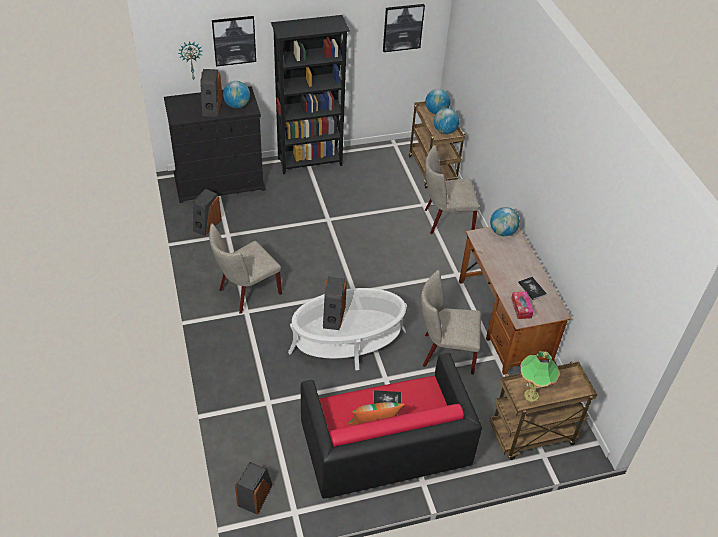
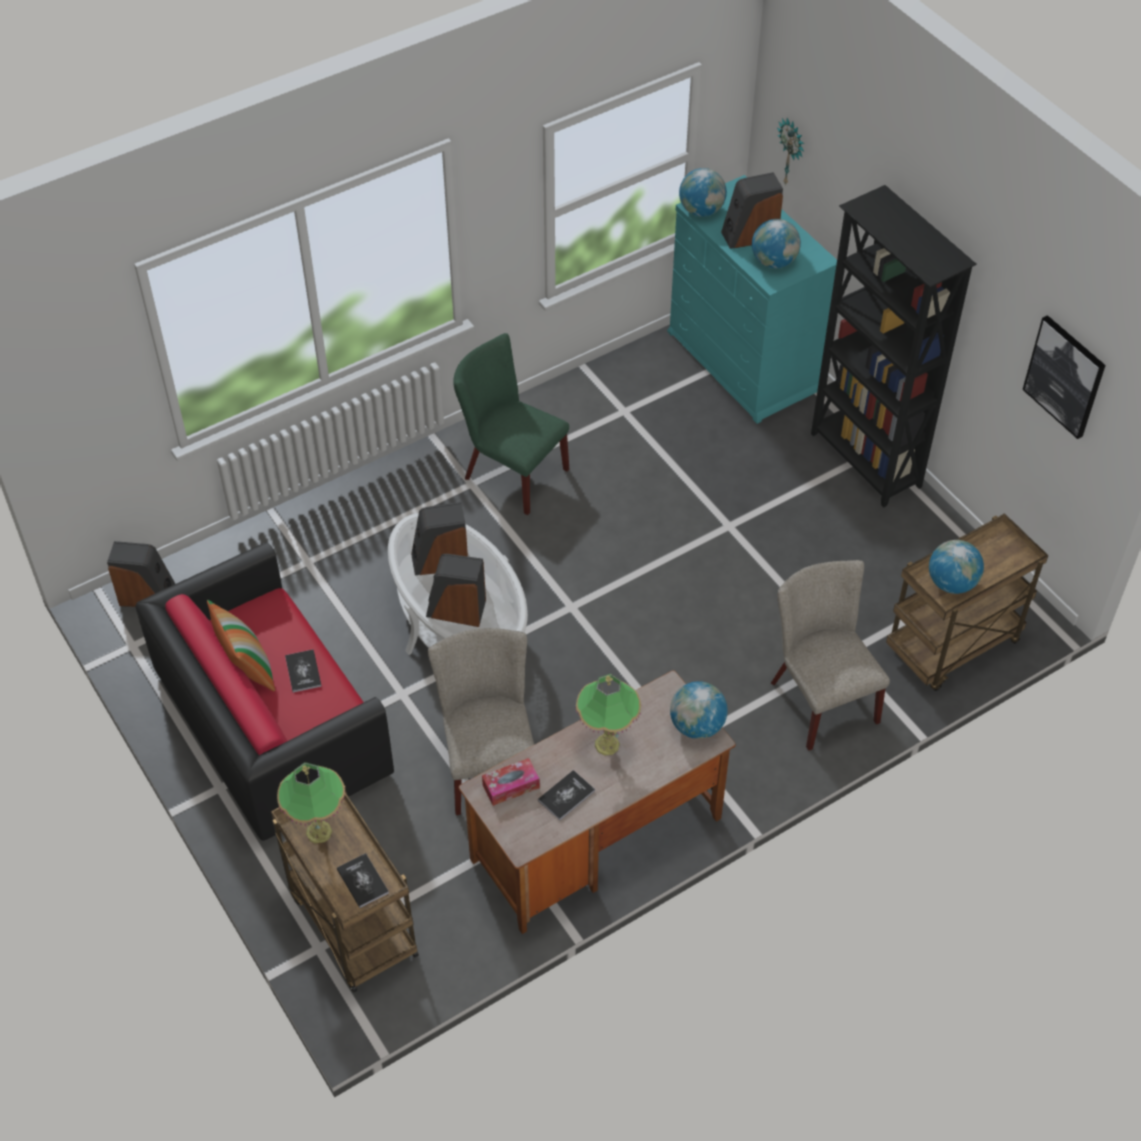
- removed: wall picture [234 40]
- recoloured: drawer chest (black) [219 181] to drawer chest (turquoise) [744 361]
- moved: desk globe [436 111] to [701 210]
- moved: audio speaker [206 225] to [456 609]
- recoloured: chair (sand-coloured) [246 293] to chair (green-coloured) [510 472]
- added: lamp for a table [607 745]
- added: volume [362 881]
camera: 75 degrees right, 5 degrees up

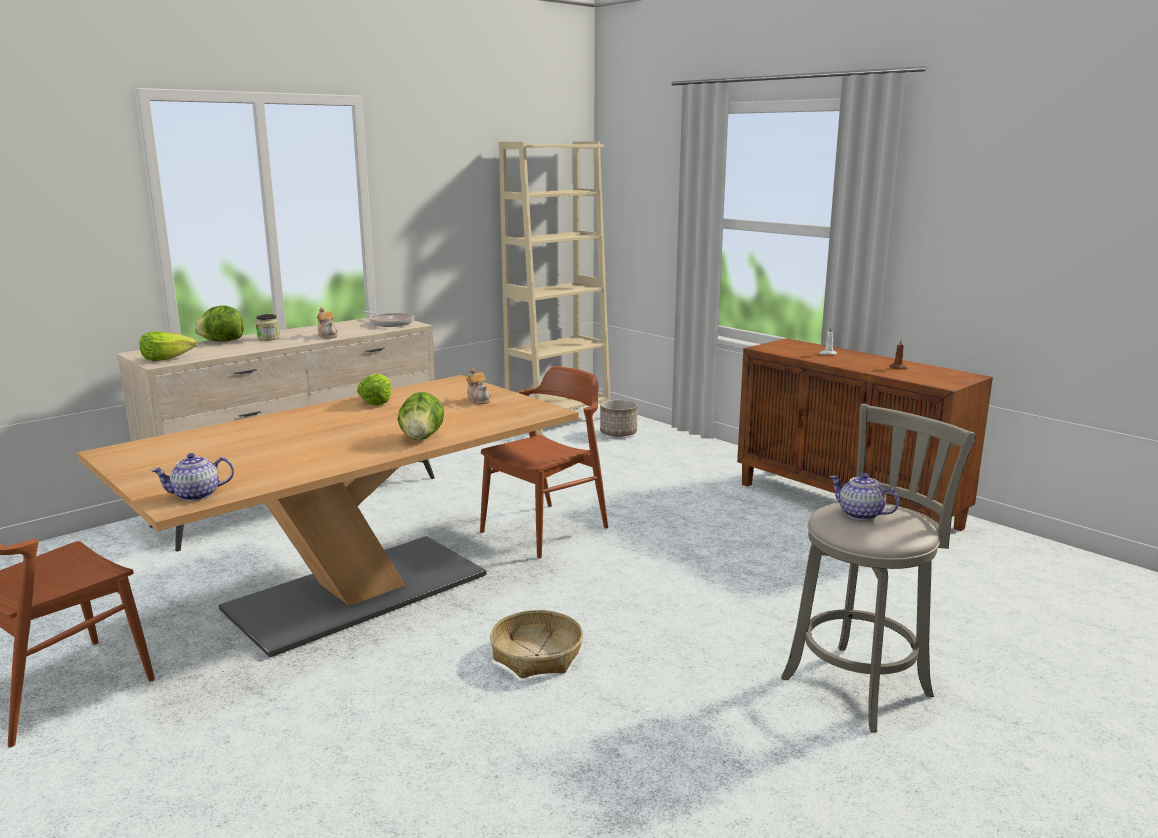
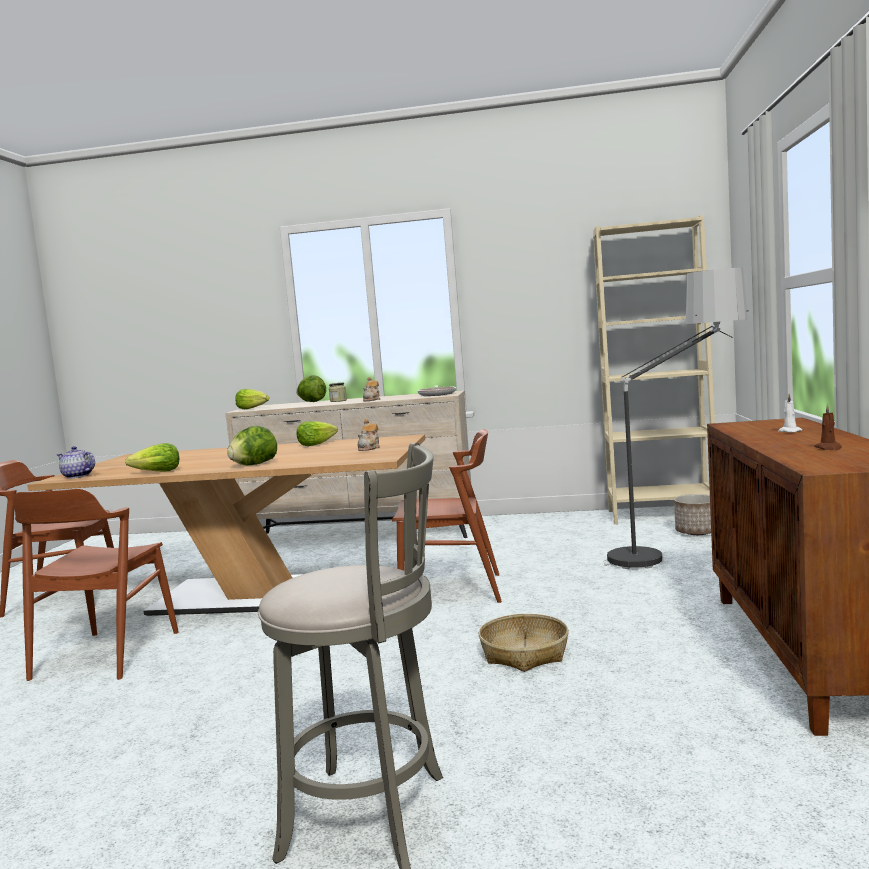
- removed: tea pot [860 514]
- moved: household basket [536 655] to [524 654]
- added: floor lamp [677 557]
- added: lettuce [157 472]
- added: chair (brown) [106 655]
camera: 50 degrees right, 10 degrees down

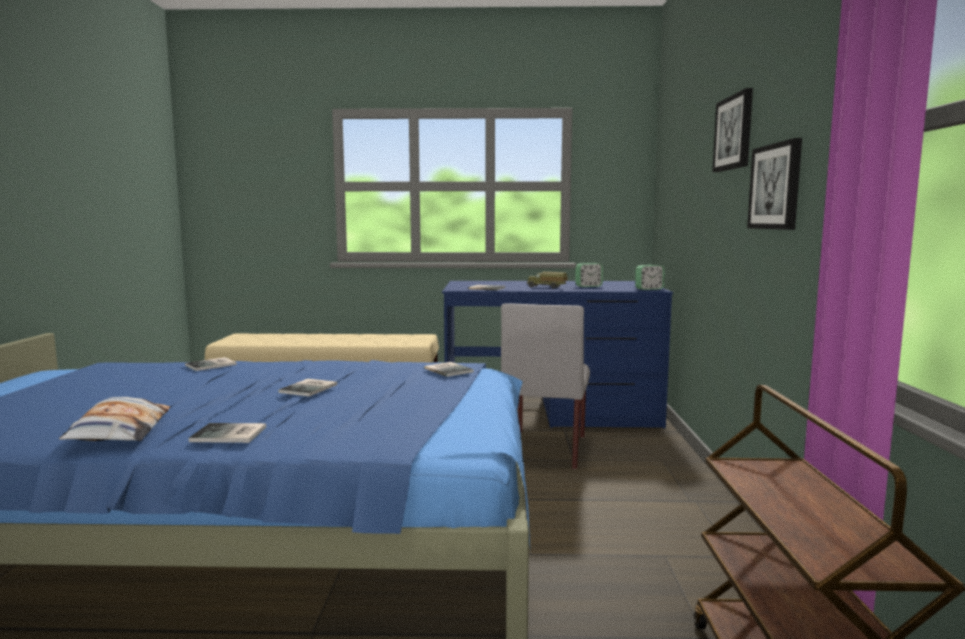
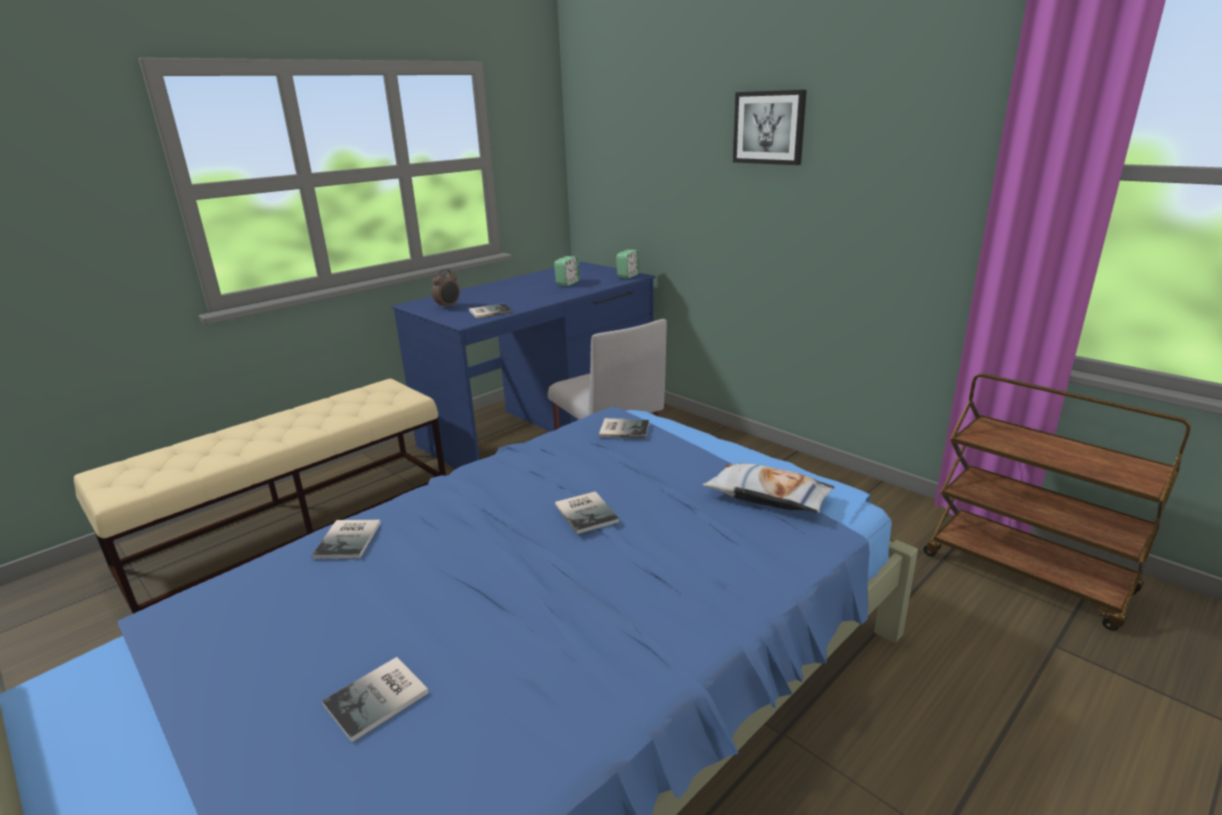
- removed: wall picture [776 186]
- removed: model truck [546 287]
- moved: pillow [119 431] to [768 496]
- moved: volume [229 435] to [379 698]
- added: table clock [448 307]
camera: 45 degrees left, 15 degrees up

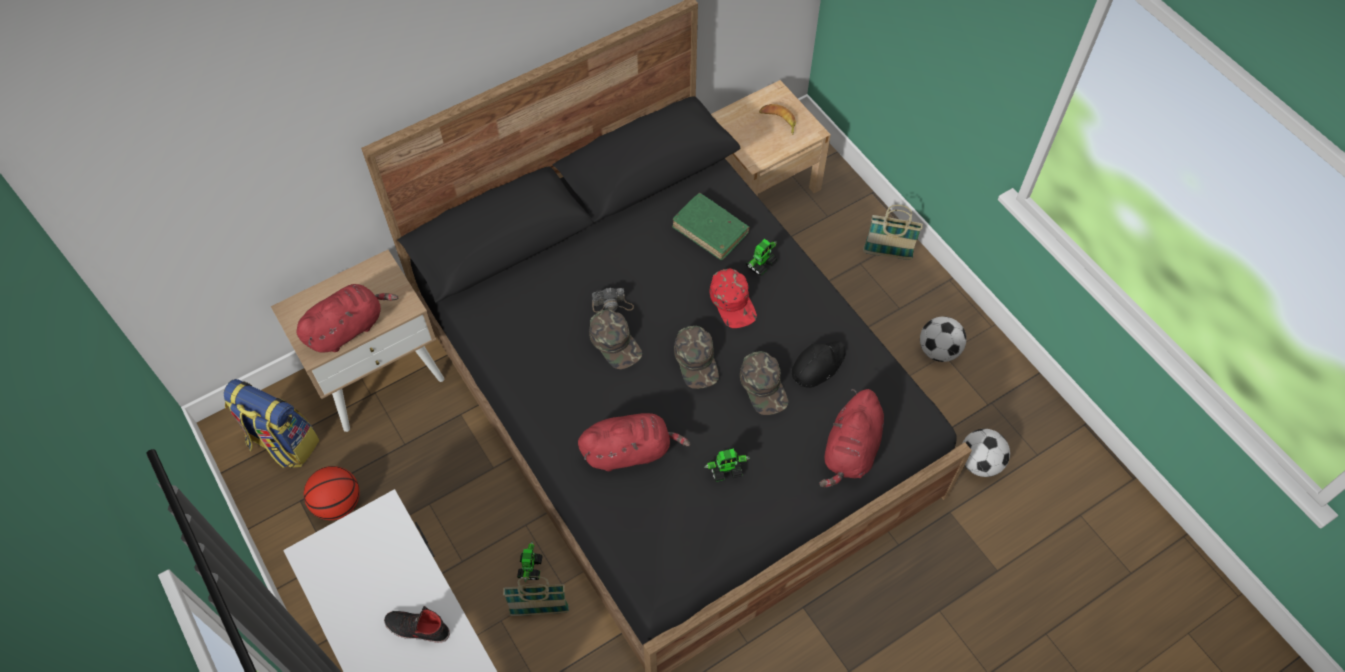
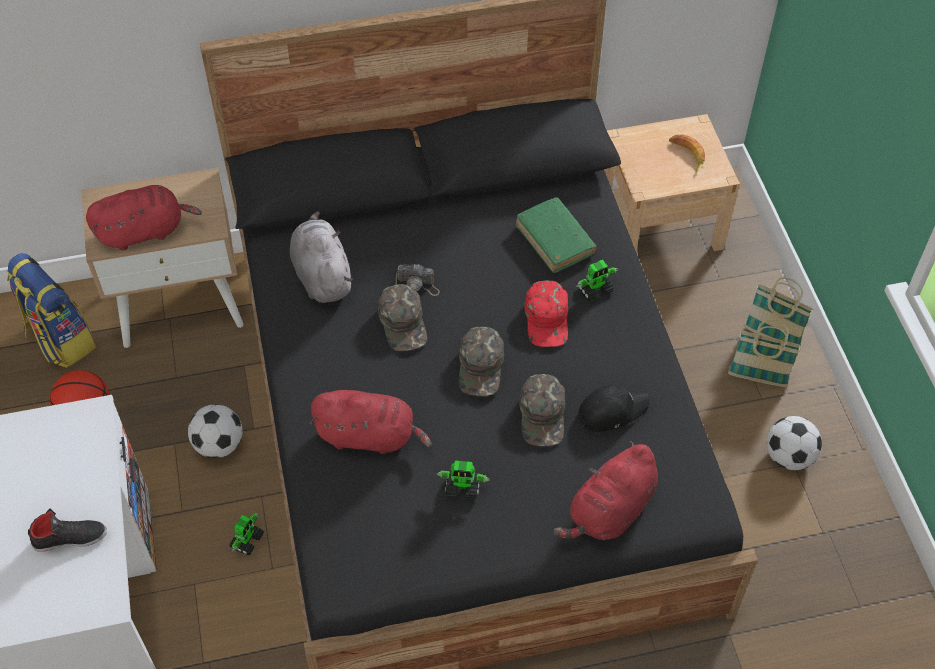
- moved: football [979 462] to [219 445]
- moved: household basket [539 611] to [757 379]
- turned: item of footwear (black) [417 629] = [70 537] 135 degrees clockwise
- added: cuddly toy (greyish) [321 275]
camera: 20 degrees right, 5 degrees down

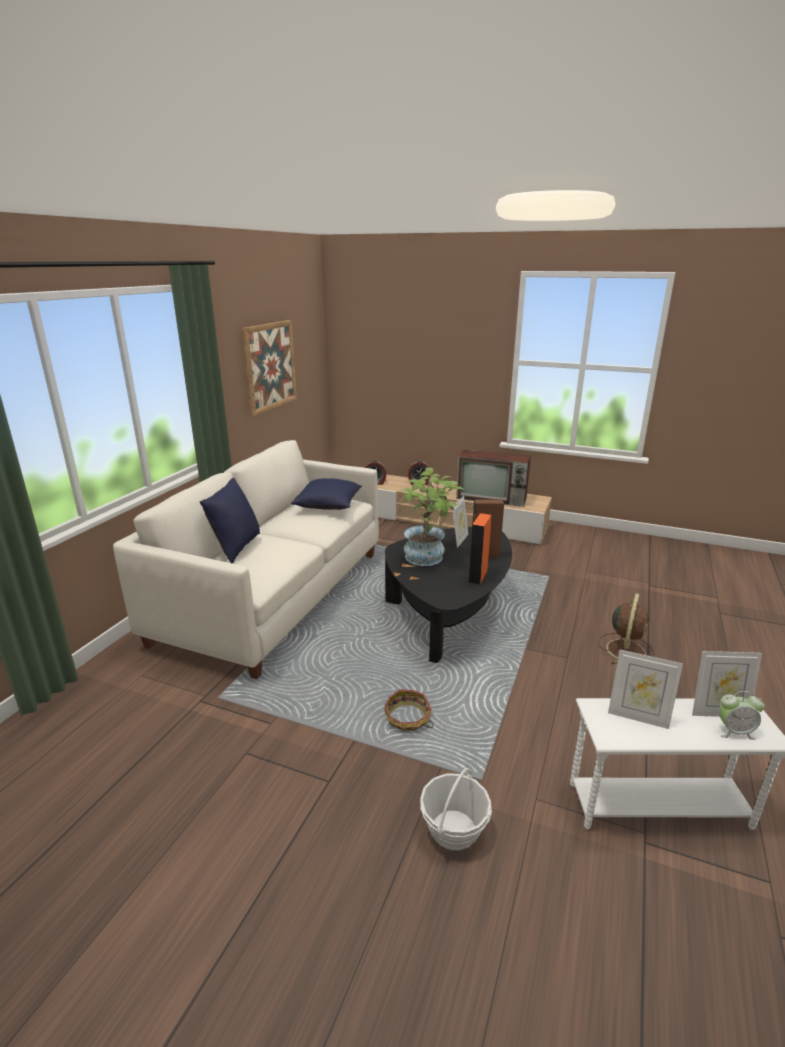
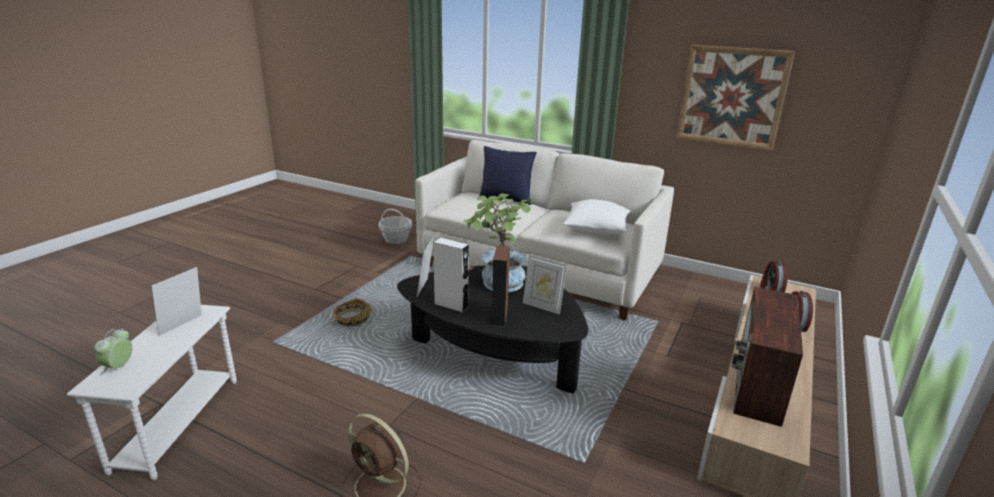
- recoloured: pillow (bluish) [329 506] to pillow (white) [596 229]
- recoloured: audio speaker (orangey) [478 577] to audio speaker (white) [451 305]
- moved: picture frame [718 712] to [426 288]
- moved: household basket [453 829] to [396 239]
camera: 95 degrees right, 0 degrees up

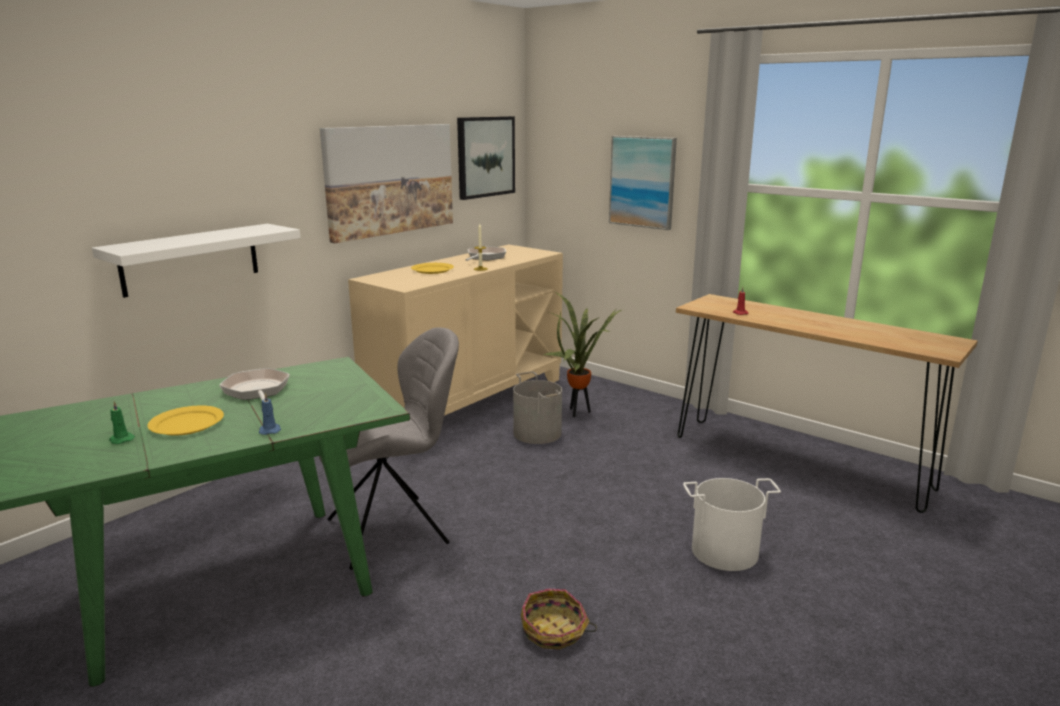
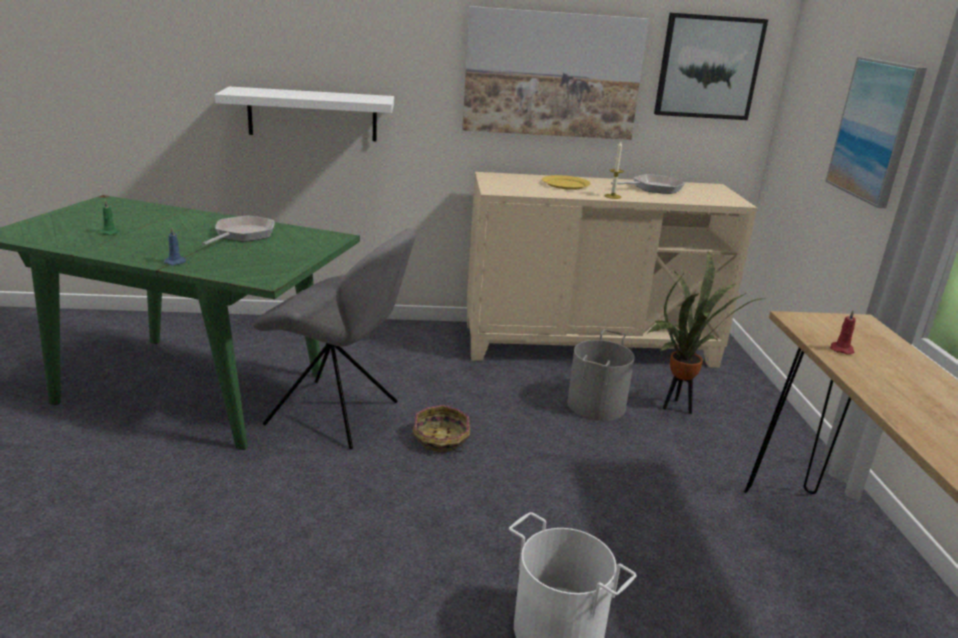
- removed: plate (yellow) [186 423]
- moved: household basket [554 631] to [441 439]
camera: 45 degrees right, 5 degrees up

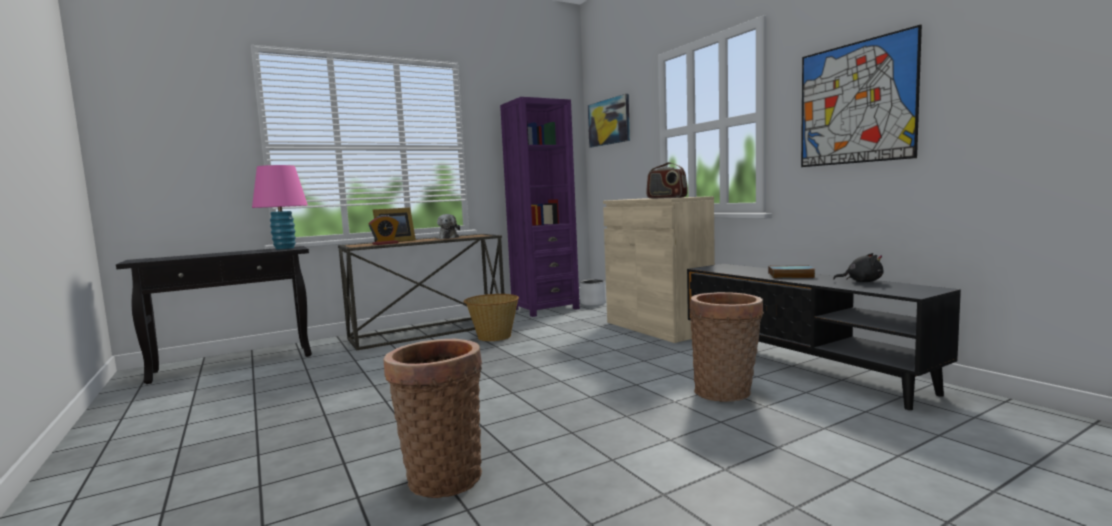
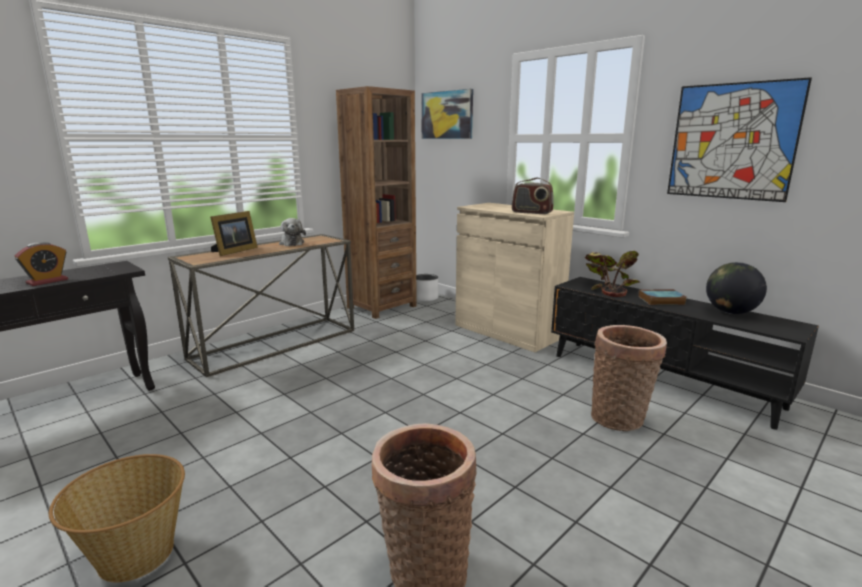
- recoloured: bookcase (purple) [545 309] to bookcase (brown) [381 307]
- removed: lamp for a table (pink) [284 248]
- moved: table clock [385 243] to [47 281]
- replaced: cuddly toy (black) [861 282] to desk globe [731 312]
- moved: household basket [493 337] to [134 555]
- added: houseplant [607 289]
camera: 15 degrees left, 10 degrees up

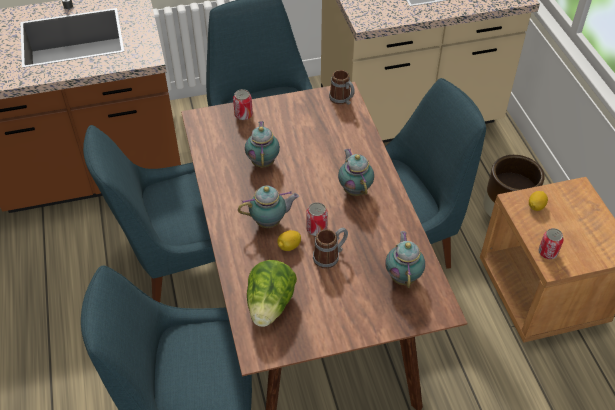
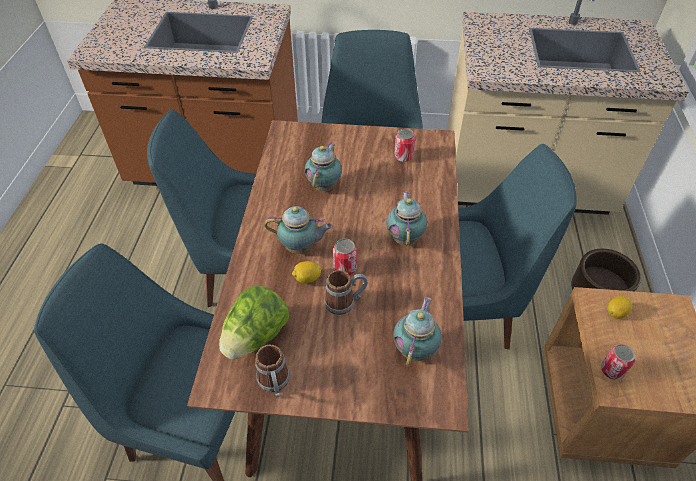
- moved: mug [342 100] to [274 384]
- moved: sealed can [243 115] to [403 156]
camera: 20 degrees right, 0 degrees up

